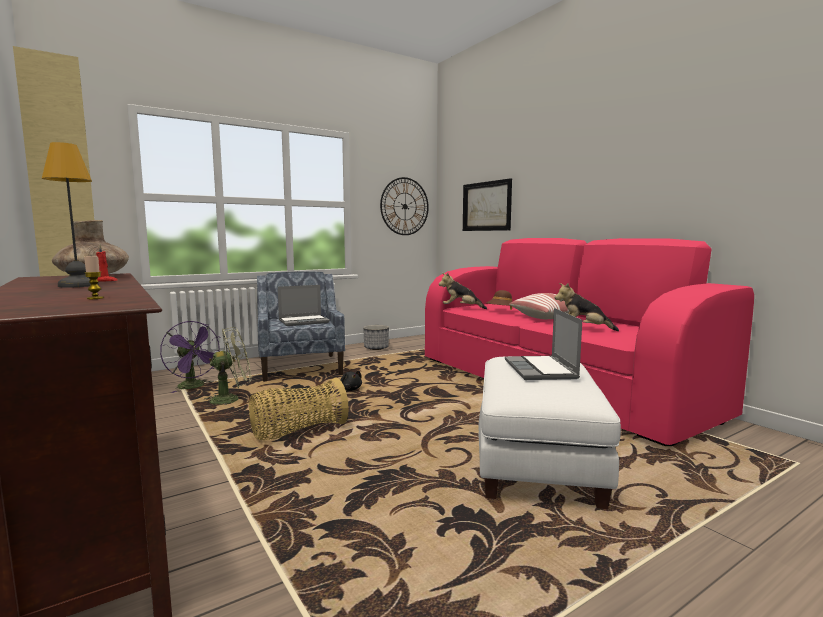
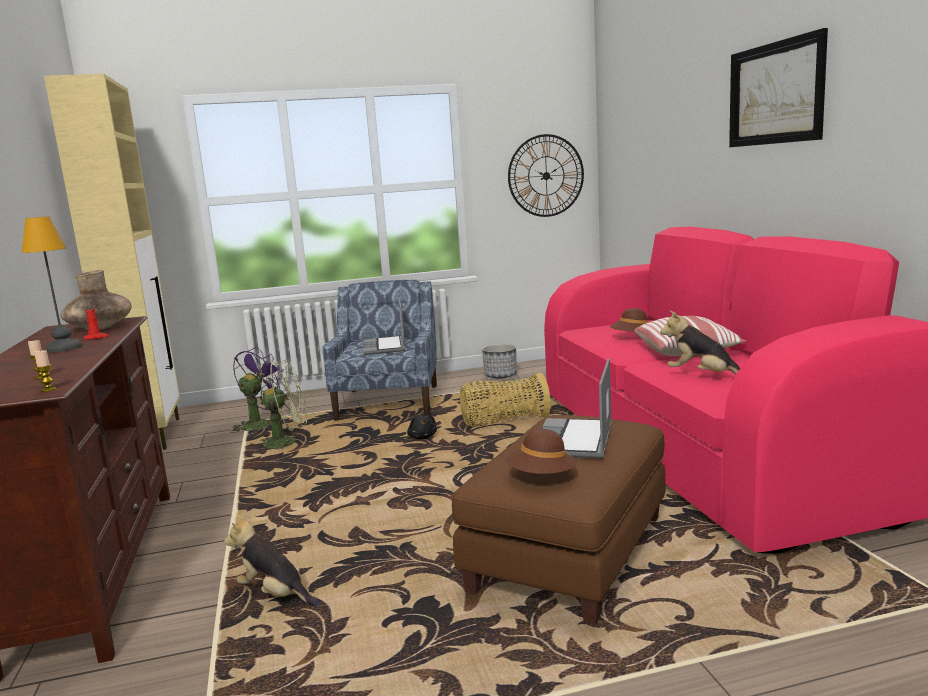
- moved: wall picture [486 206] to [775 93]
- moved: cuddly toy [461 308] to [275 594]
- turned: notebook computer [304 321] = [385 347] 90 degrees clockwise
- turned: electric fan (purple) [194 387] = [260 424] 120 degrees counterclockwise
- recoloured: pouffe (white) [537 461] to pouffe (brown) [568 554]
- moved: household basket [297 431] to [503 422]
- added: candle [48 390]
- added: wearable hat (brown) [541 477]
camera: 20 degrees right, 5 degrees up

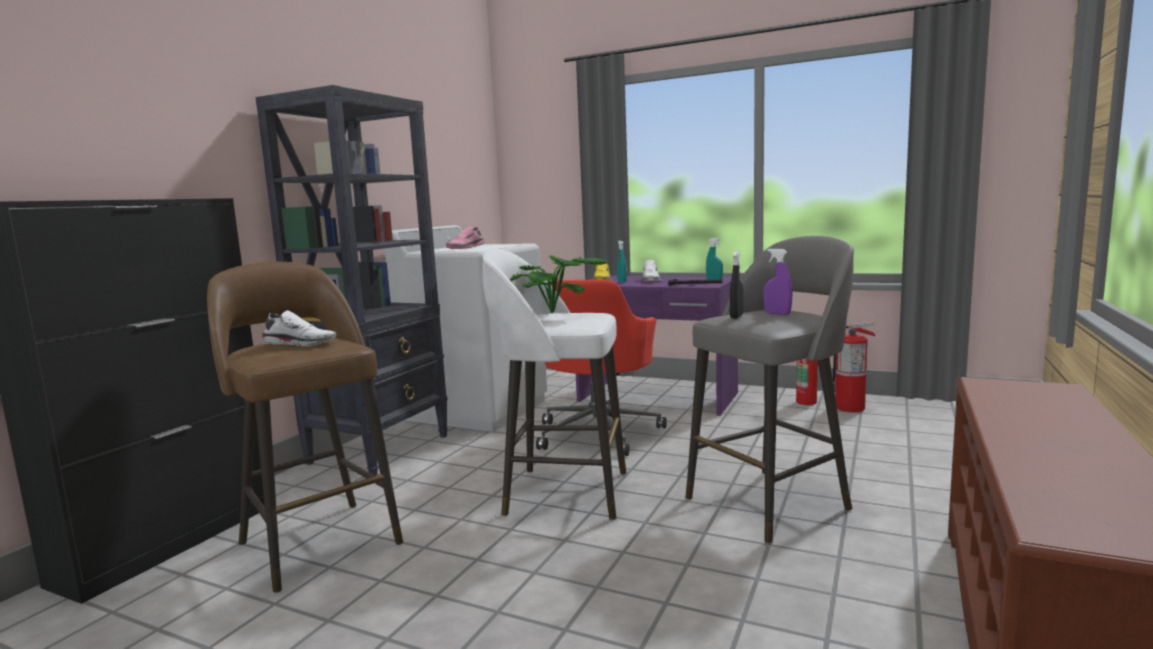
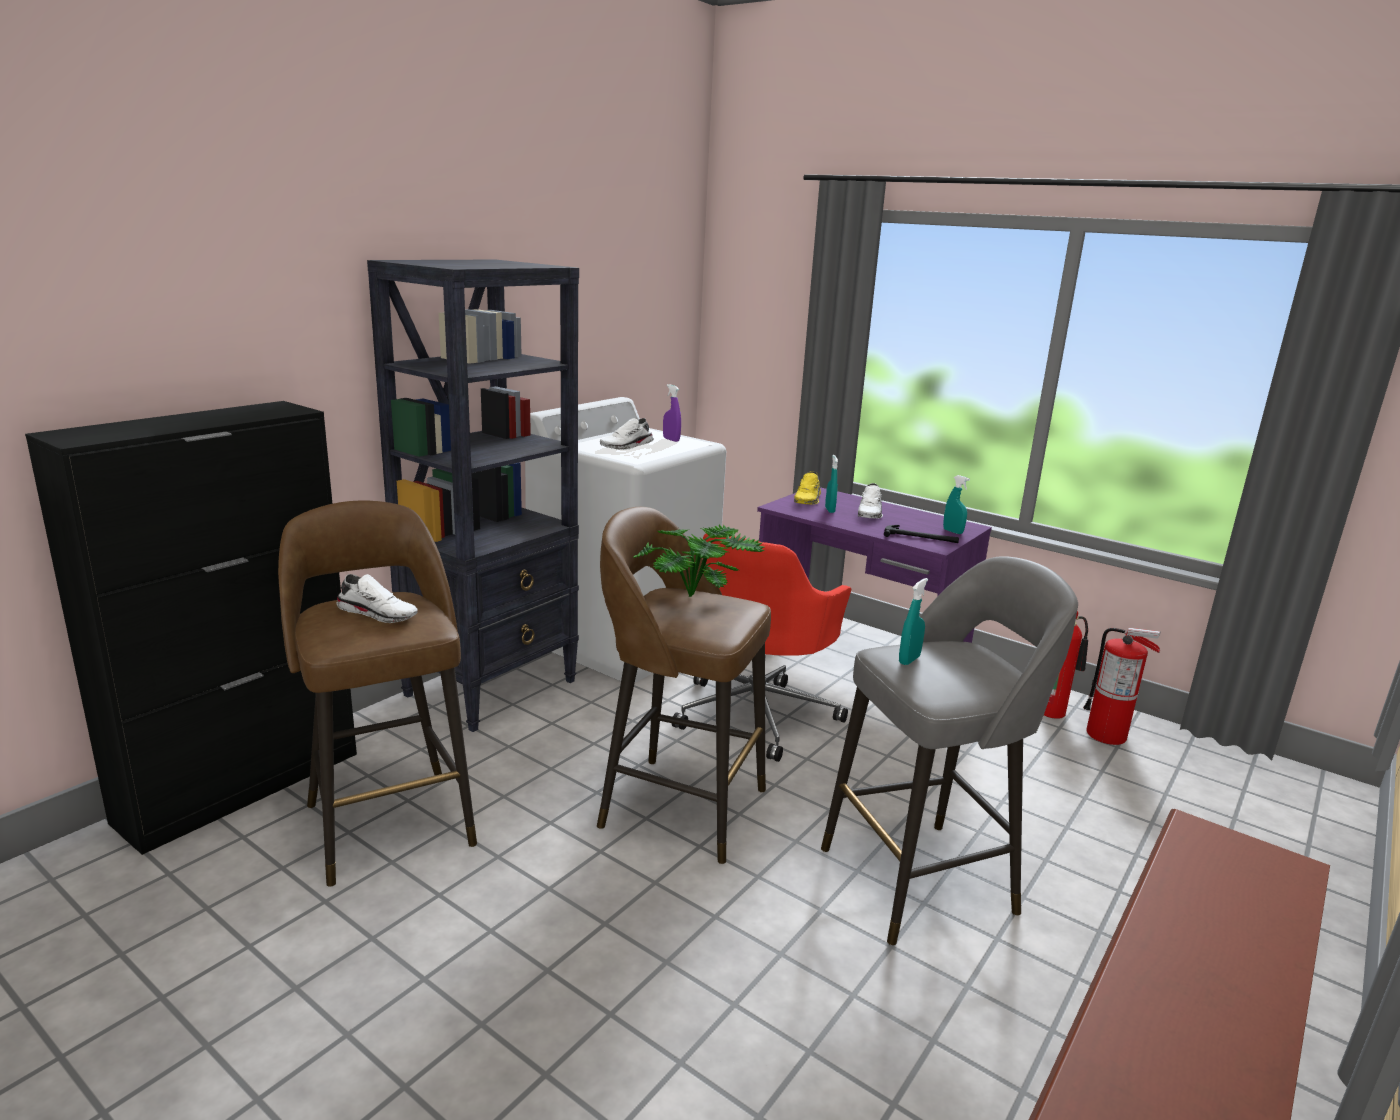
- recoloured: item of footwear (pink) [466 248] to item of footwear (white) [627 446]
- recoloured: sitting stool (white) [562 492] to sitting stool (brown) [678 806]
- moved: spray bottle (purple) [777 313] to [671 439]
- recoloured: spray bottle (black) [736 317] to spray bottle (turquoise) [909 660]
camera: 10 degrees right, 10 degrees up

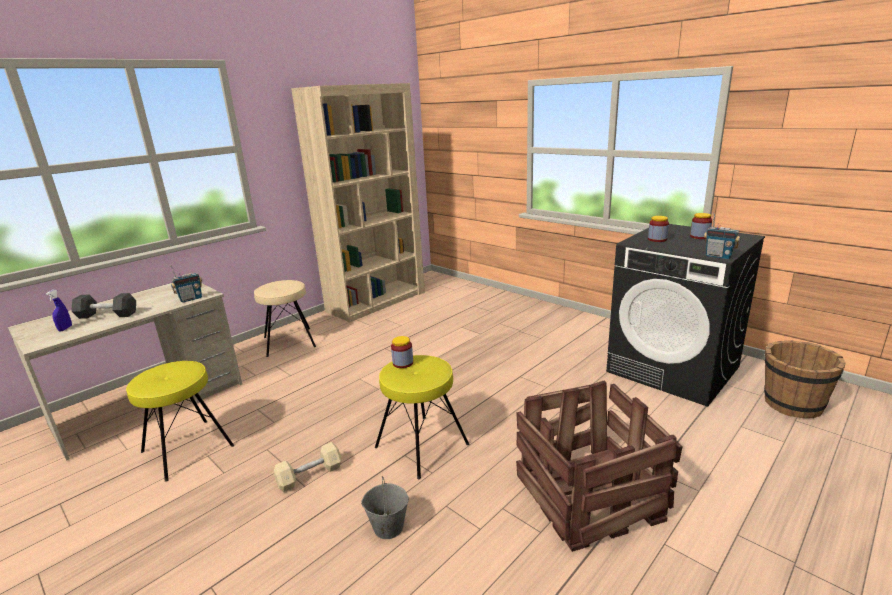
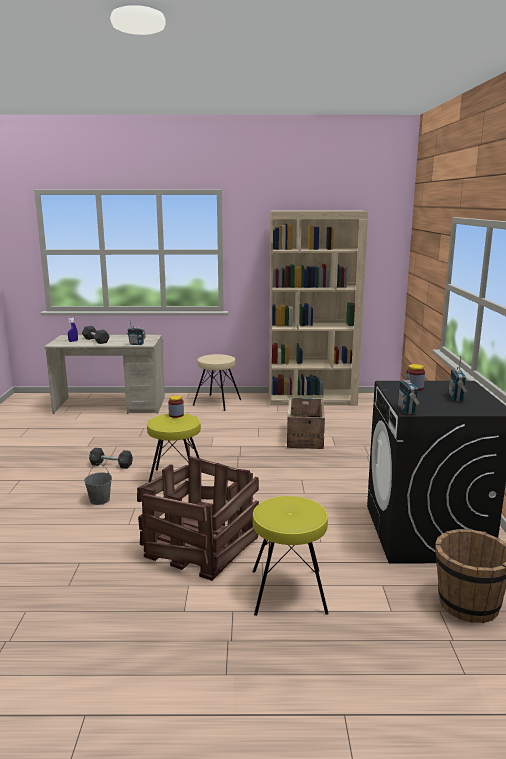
- replaced: preserve jar [699 237] to radio [456 397]
- moved: sitting stool (yellow) [187 449] to [288 591]
- recoloured: dumbbell (sand-coloured) [310 475] to dumbbell (black) [111 465]
- added: packing crate [305 437]
camera: 45 degrees right, 5 degrees down

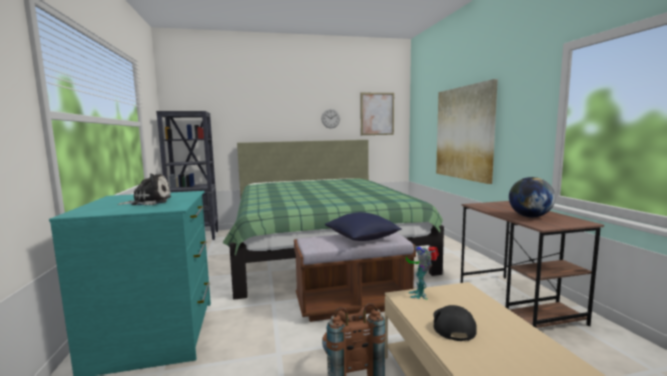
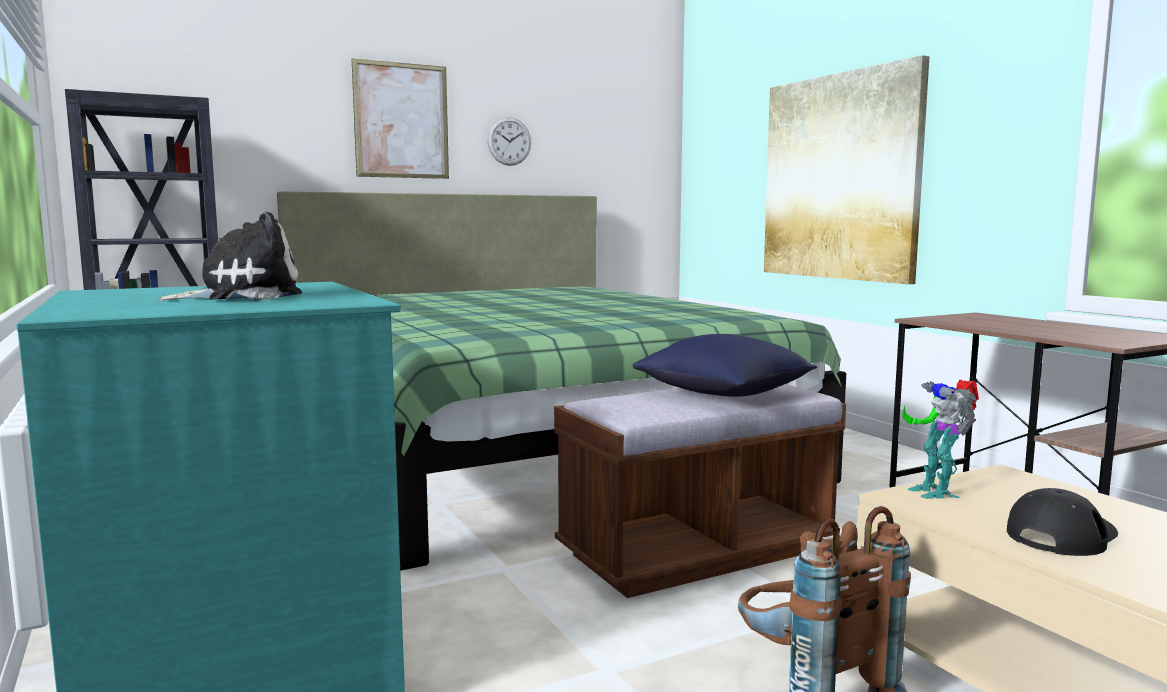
- moved: wall picture [377 114] to [401 120]
- removed: desk globe [529 216]
- turned: peaked cap (black) [452 325] = [1062 534] 60 degrees clockwise
camera: 15 degrees left, 0 degrees up

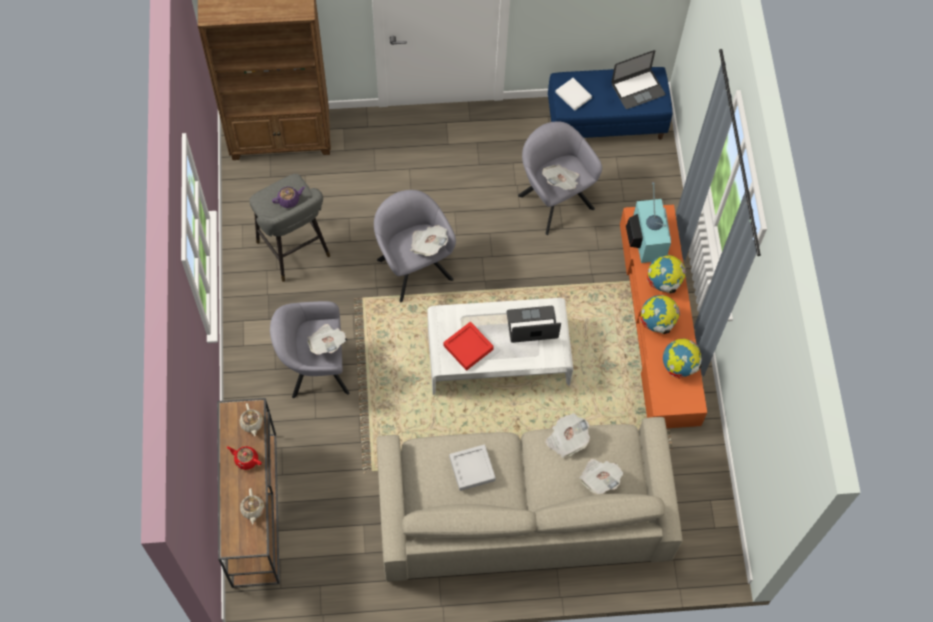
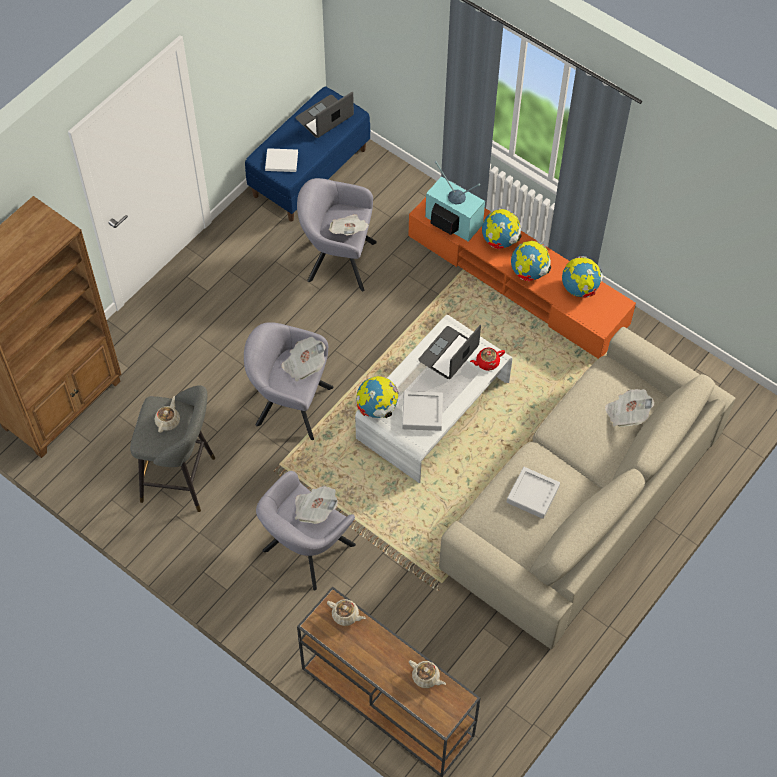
- turned: notebook computer [638 89] = [324 117] 150 degrees counterclockwise
- recoloured: tea pot (purple) [289 200] to tea pot (sand-coloured) [168 421]
- recoloured: serving tray (red) [468 347] to serving tray (greyish) [422 413]
- removed: printed paper [566 439]
- moved: tea pot (red) [246 459] to [487 362]
- added: desk globe [377 408]
camera: 45 degrees left, 5 degrees down

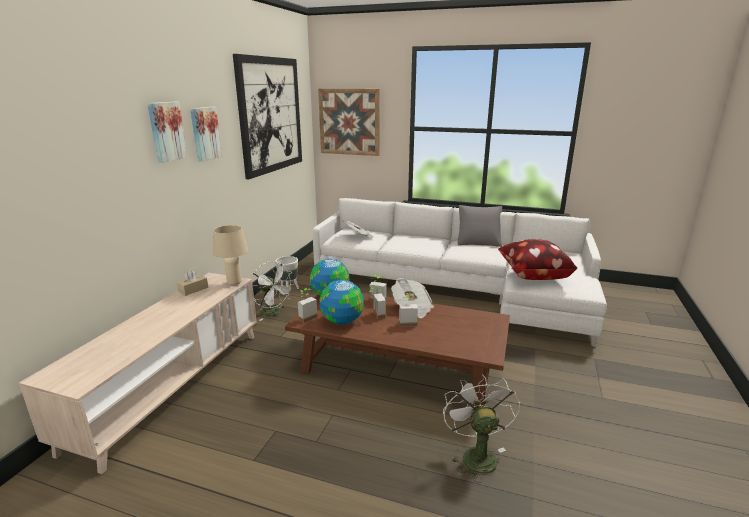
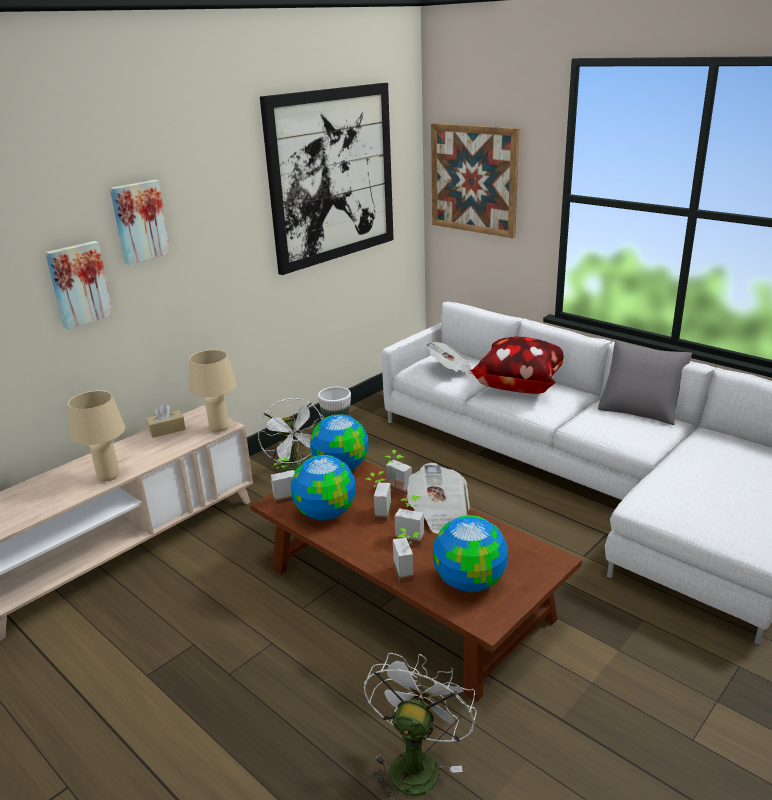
- moved: wall picture [204 133] to [79 284]
- moved: pillow [532 275] to [519 385]
- added: lamp for a table (sand-coloured) [109 477]
- added: desk globe [469 582]
- added: houseplant [409 572]
camera: 25 degrees right, 5 degrees up

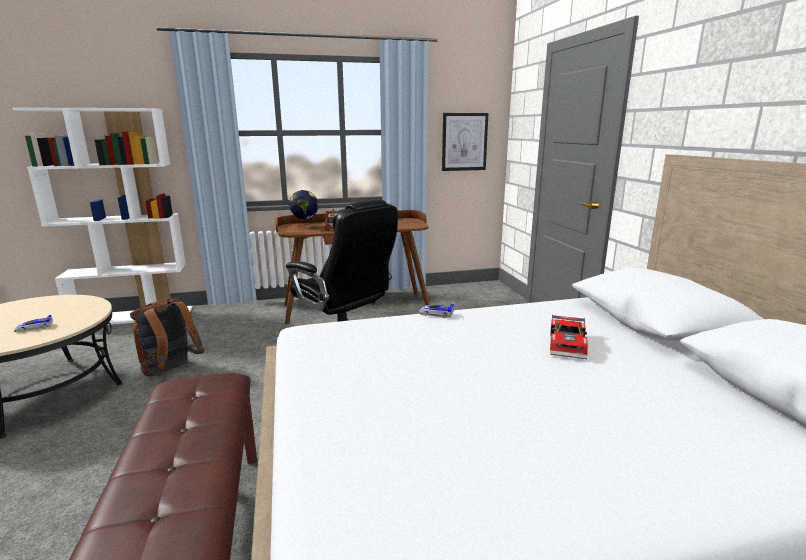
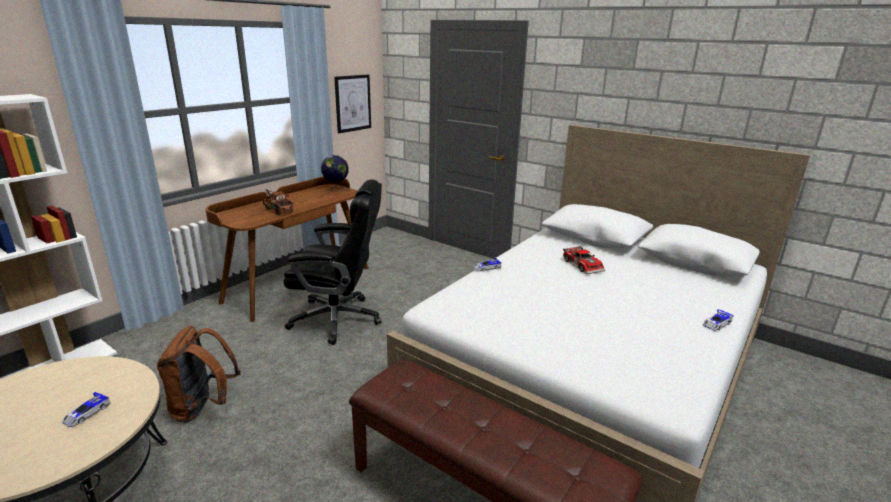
- moved: desk globe [305 226] to [336 189]
- added: model car [716 324]
camera: 40 degrees left, 5 degrees up

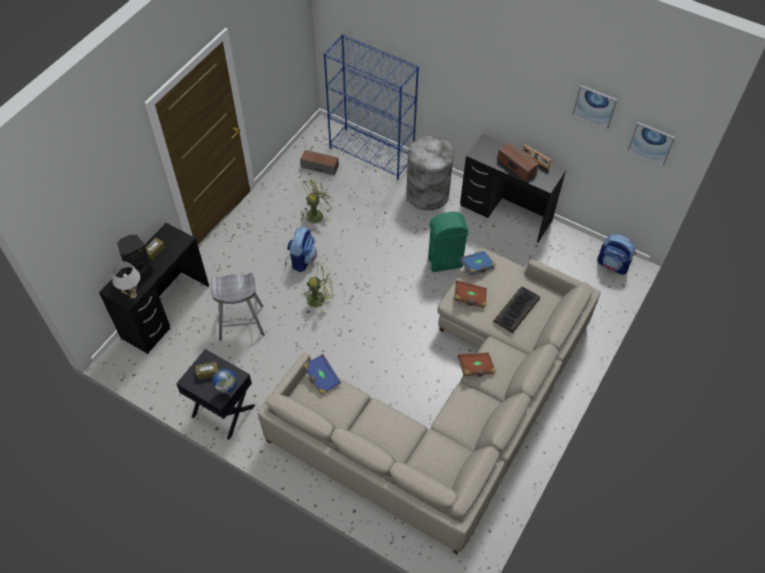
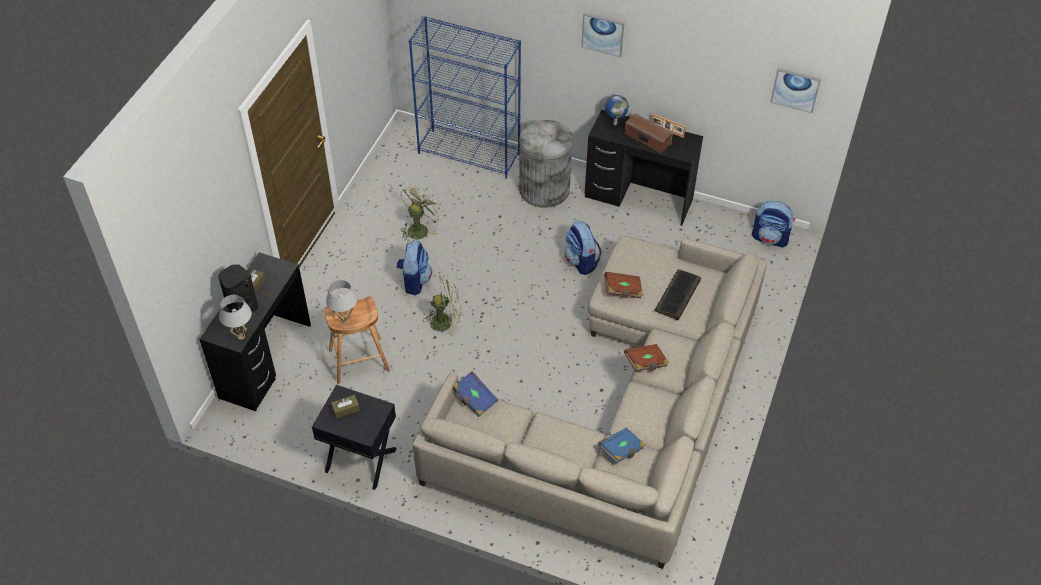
- moved: wall picture [594 106] to [603 34]
- removed: audio speaker [320 166]
- replaced: trash can (green-coloured) [445 262] to backpack [581 262]
- moved: volume (bluish) [477 267] to [621 450]
- recoloured: sitting stool (greyish) [241 322] to sitting stool (brown) [359 360]
- moved: desk globe [228 391] to [615 123]
- added: lamp for a table (white) [345 321]
camera: 10 degrees left, 5 degrees down

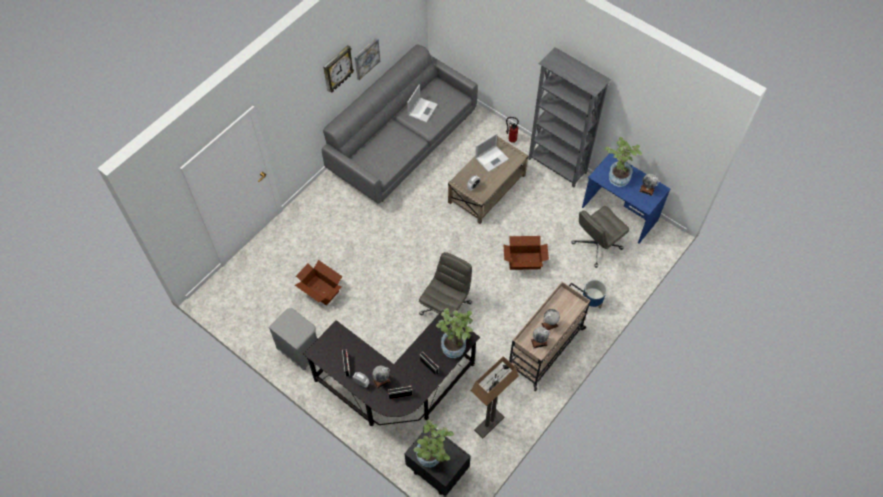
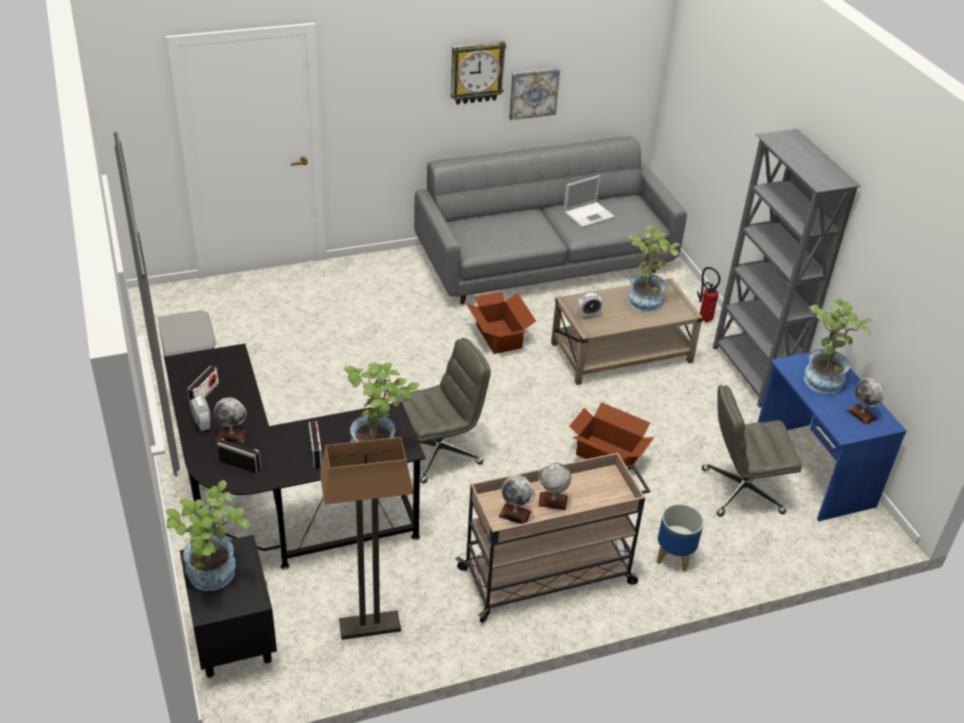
- replaced: notebook computer [492 158] to houseplant [644 298]
- moved: cardboard box [320 290] to [498 337]
camera: 30 degrees right, 20 degrees down

